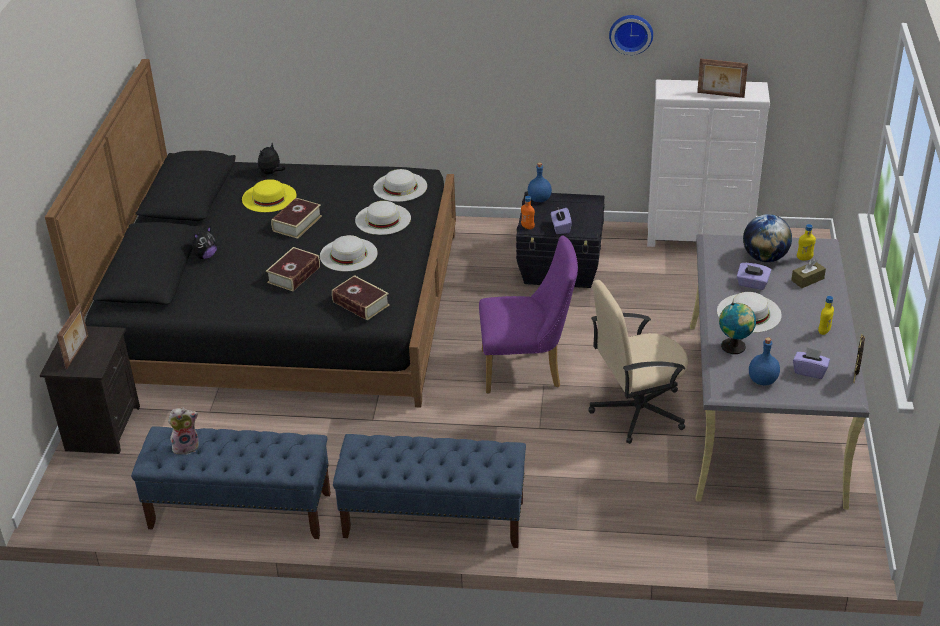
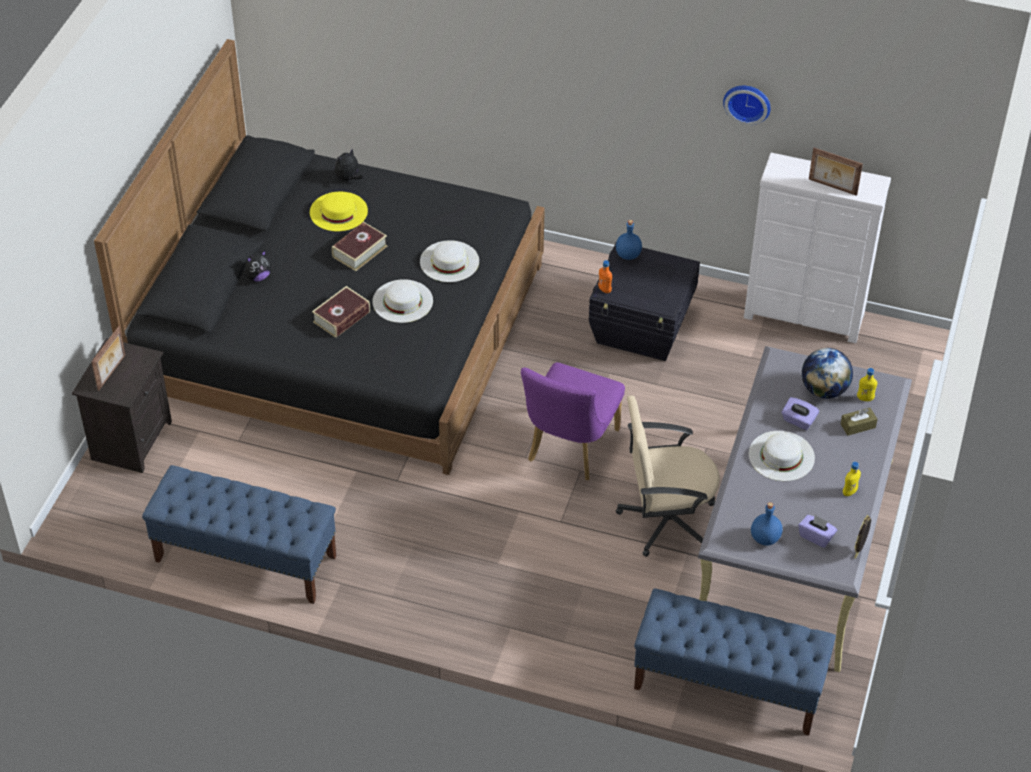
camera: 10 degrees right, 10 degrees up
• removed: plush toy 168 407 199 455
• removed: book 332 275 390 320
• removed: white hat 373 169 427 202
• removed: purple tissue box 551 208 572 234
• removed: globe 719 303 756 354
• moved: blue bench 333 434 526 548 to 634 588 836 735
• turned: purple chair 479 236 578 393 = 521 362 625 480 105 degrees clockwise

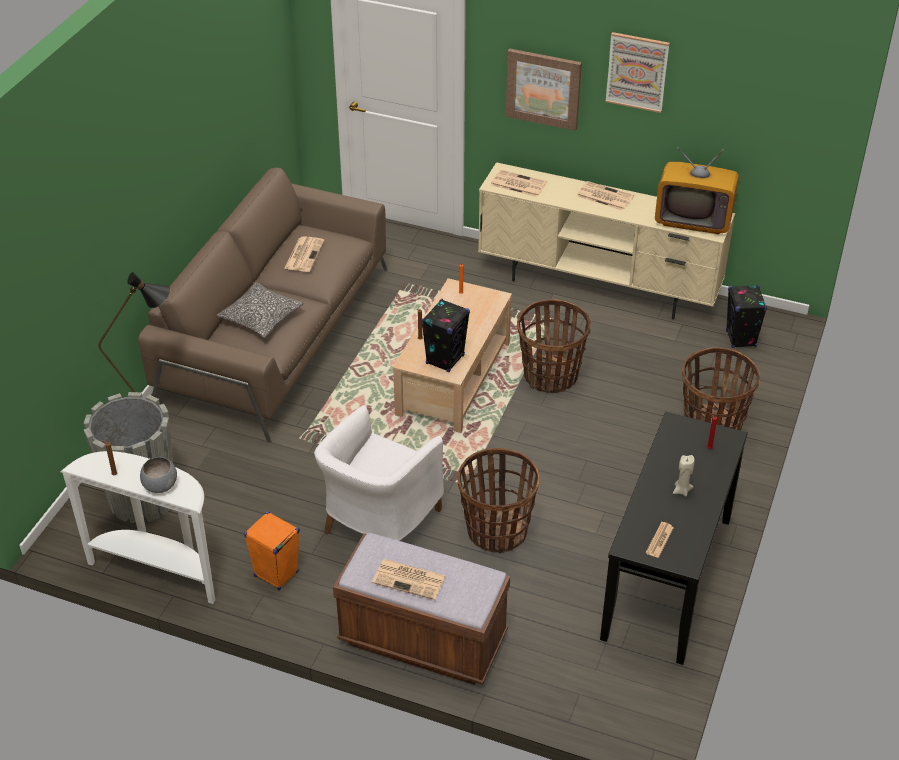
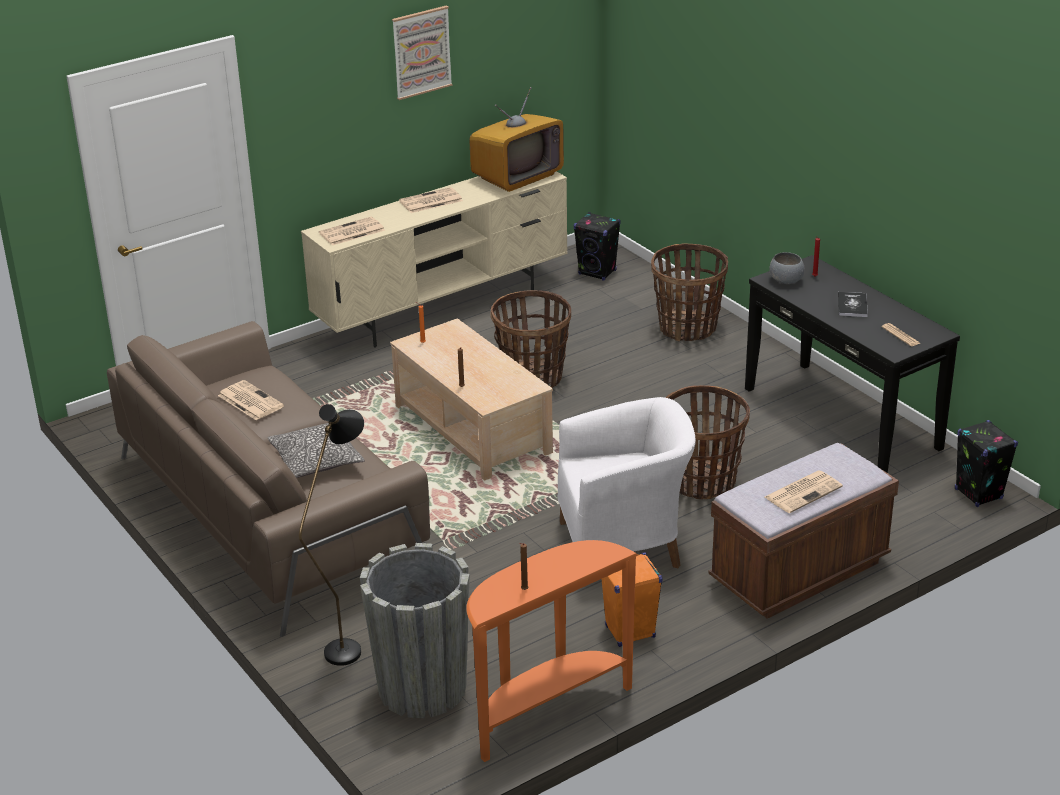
camera: 55 degrees left, 10 degrees down
• removed: picture 506 48 582 131
• moved: grey bowl 140 457 177 493 to 770 252 805 284
• moved: black speaker 421 299 470 372 to 955 420 1018 507
• replaced: beige candle 673 455 695 496 to book 838 292 868 317
• recoloured: white console table 60 451 215 604 to orange console table 466 540 638 762
• turned: white armchair 314 405 444 541 = 558 397 696 568 75 degrees counterclockwise

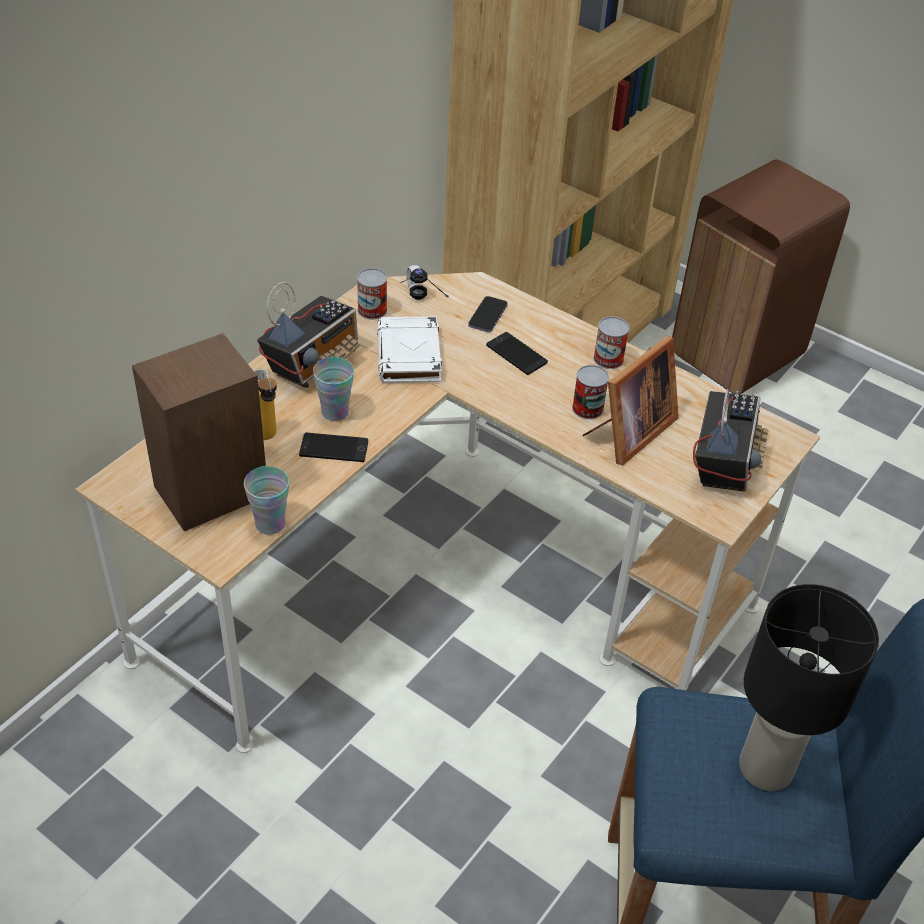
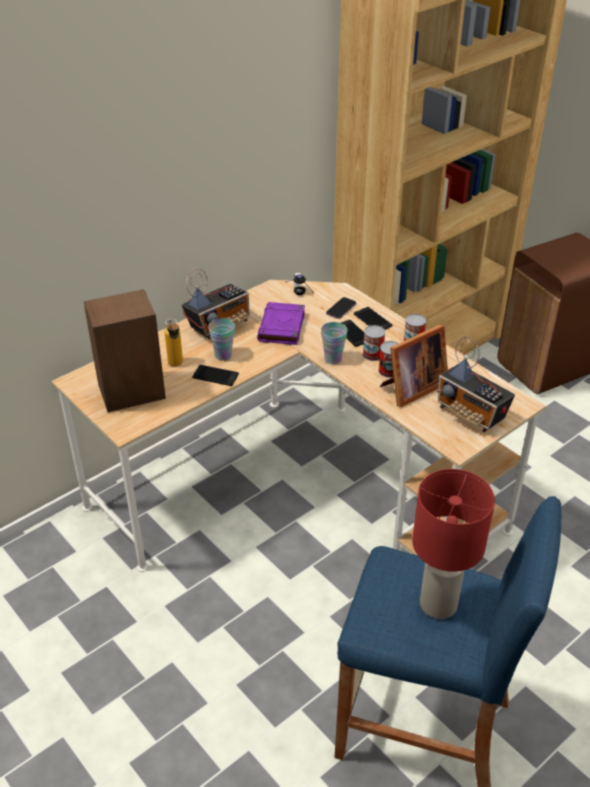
camera: 15 degrees right, 5 degrees down
• added: phone 354 307 392 330
• moved: cup 244 466 289 535 to 321 322 348 364
• moved: can 357 268 387 320 to 363 325 385 361
• recoloured: white book 377 316 442 383 to purple book 257 302 305 345
• recoloured: black table lamp 739 584 879 791 to red table lamp 412 469 495 619
• turned: radio 693 389 769 492 = 437 337 515 432 105 degrees clockwise

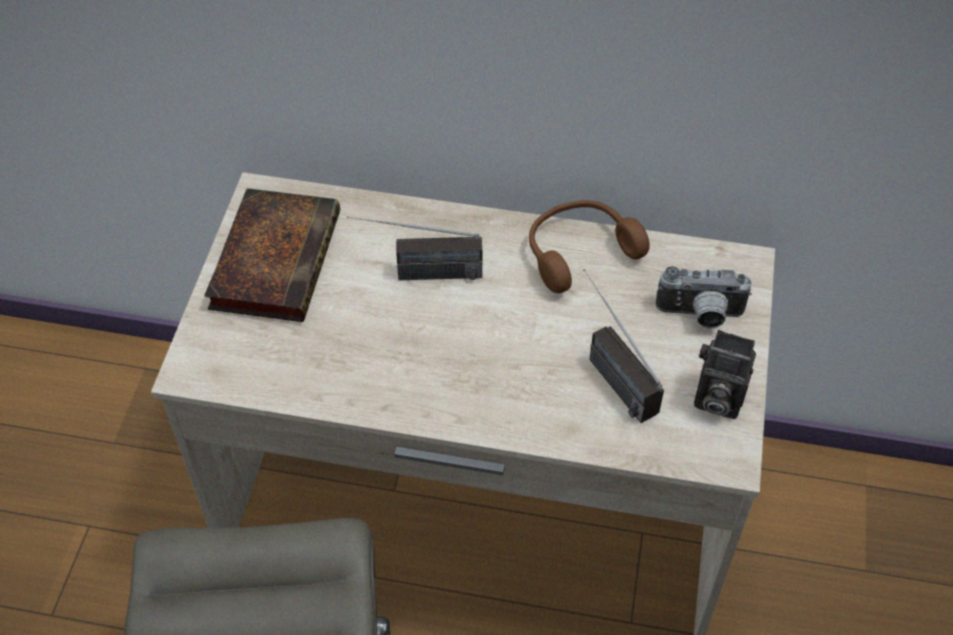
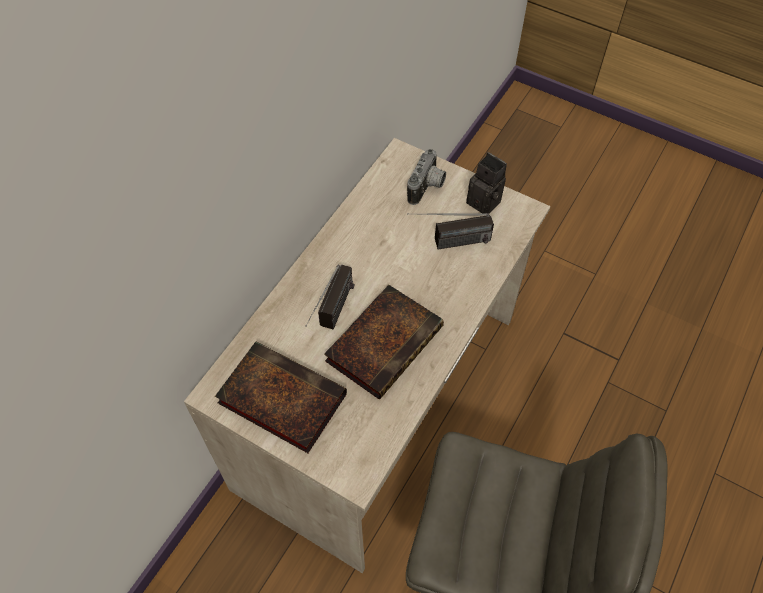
camera: 70 degrees left, 5 degrees up
• removed: brown headphones 529 200 650 293
• added: book 324 285 444 399
• turned: photo camera 694 330 756 419 = 466 152 507 214 90 degrees counterclockwise

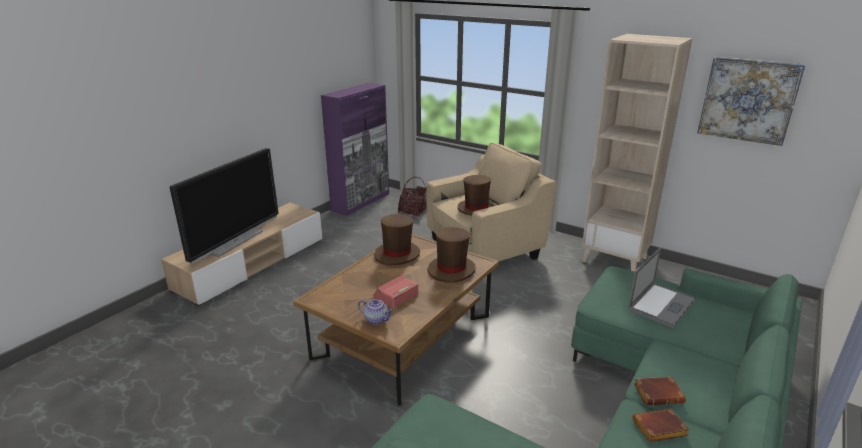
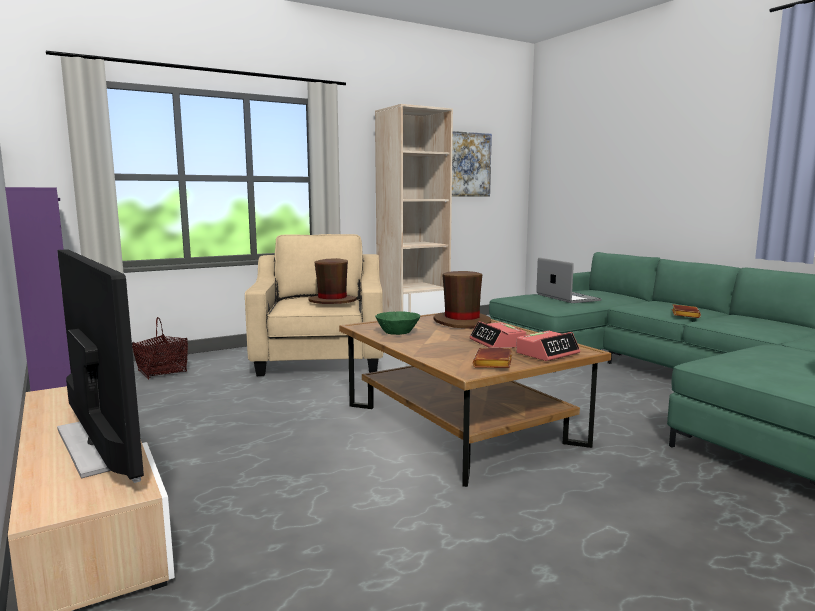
camera: 65 degrees left, 15 degrees down
• moved: brown book 632 408 690 442 to 473 347 512 368
• replaced: teapot 358 299 394 325 to alarm clock 516 331 580 361
• replaced: brown hat 374 214 420 266 to green bowl 375 311 420 335

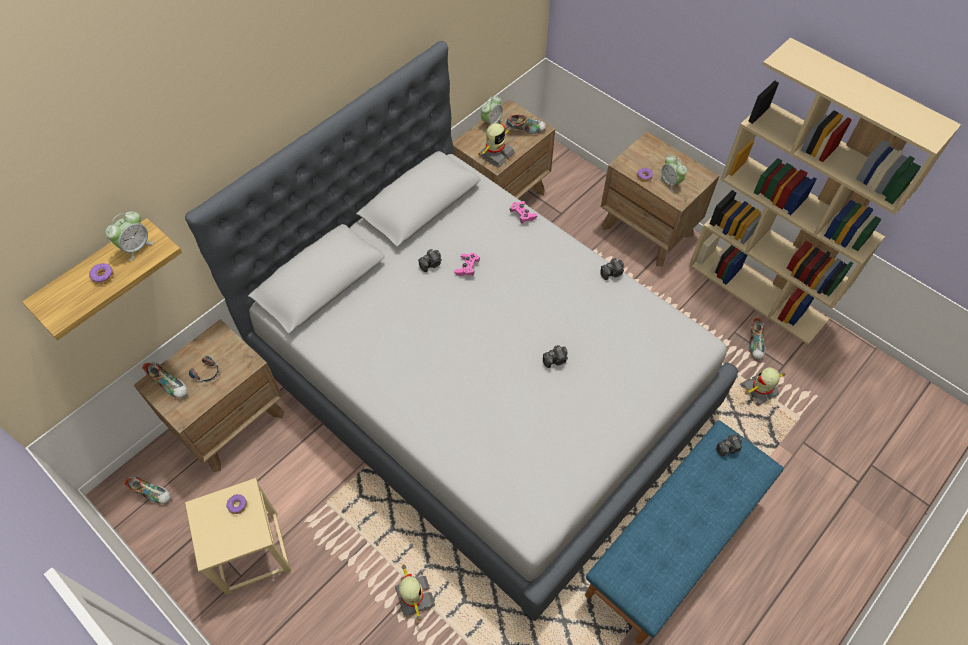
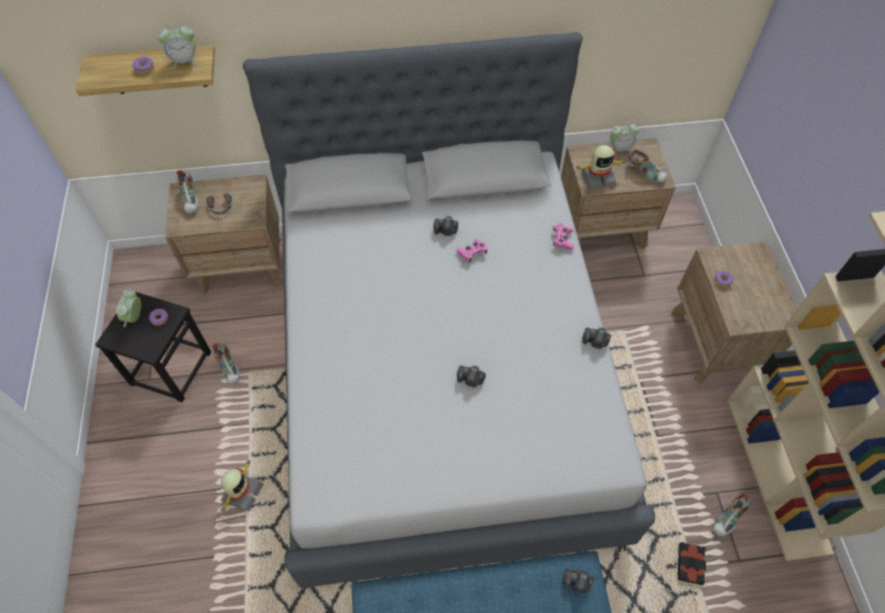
camera: 40 degrees right, 0 degrees up
• moved: shoe 124 476 171 504 to 212 343 240 384
• moved: alarm clock 659 156 687 192 to 115 289 141 327
• replaced: toy robot 740 367 786 406 to black book 678 542 706 585
• recoloured: beige stool 185 478 291 595 to black stool 95 292 211 402

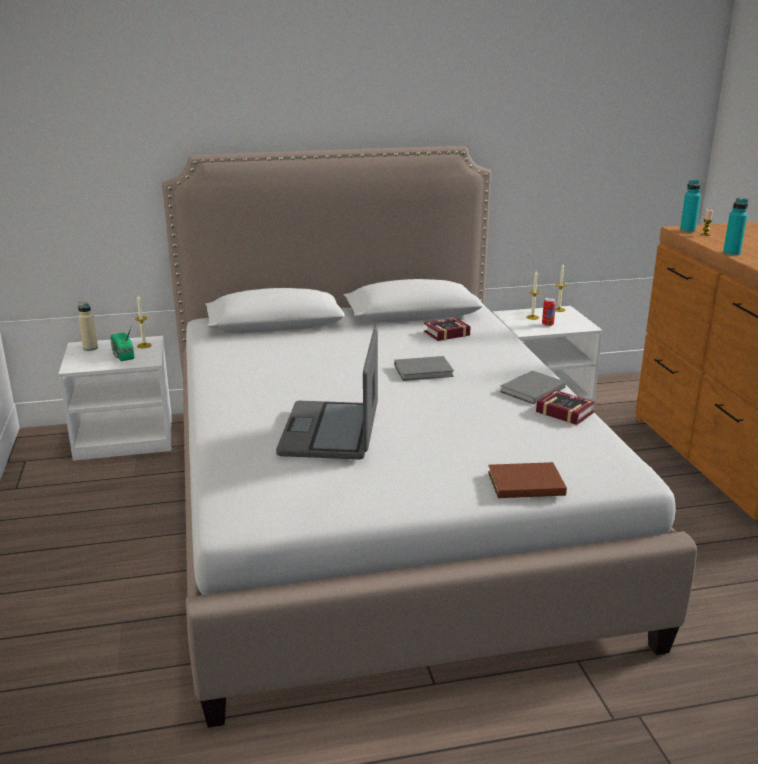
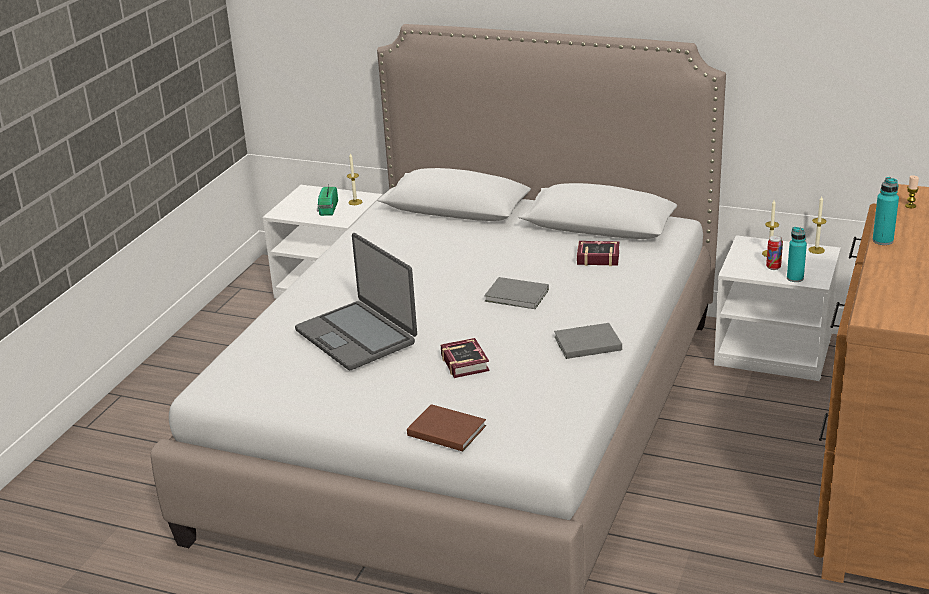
camera: 35 degrees right, 5 degrees up
• removed: beige bottle 78 302 98 351
• moved: book 536 390 595 425 to 441 338 489 378
• moved: turquoise bottle 680 180 701 232 to 787 227 807 282
• turned: laptop 276 329 378 459 = 295 233 417 370 75 degrees counterclockwise

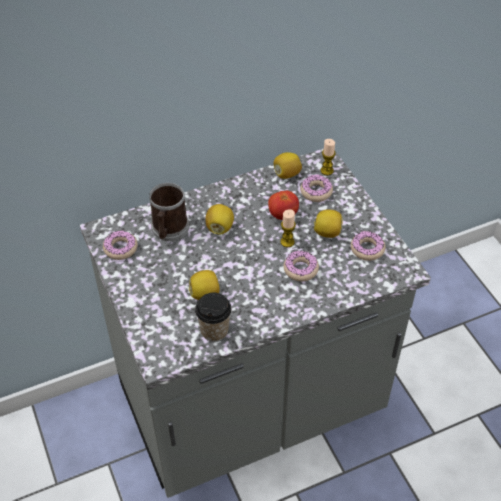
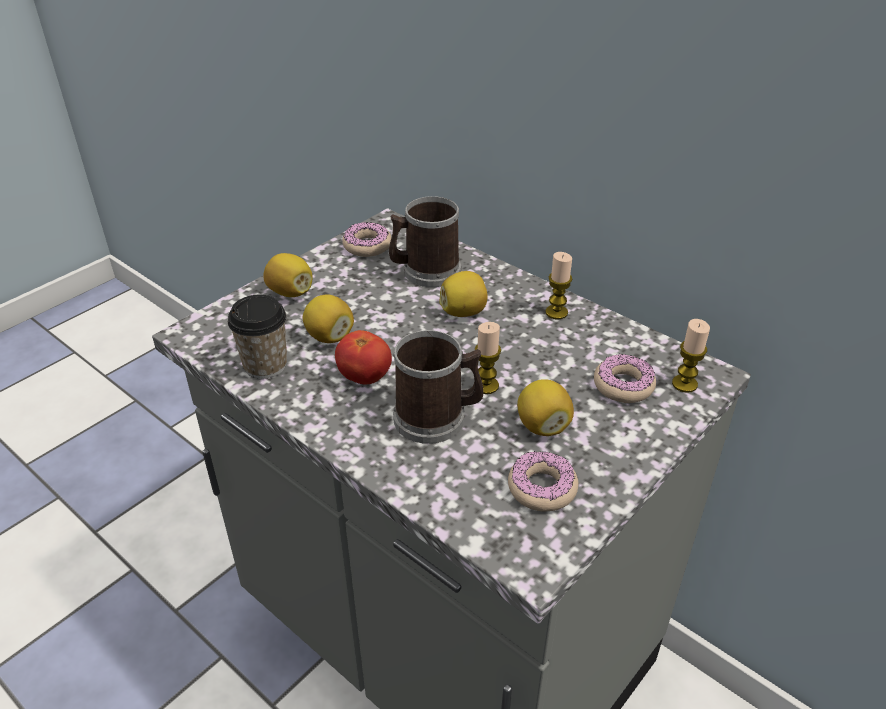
camera: 65 degrees right, 10 degrees down
• added: candle 545 252 572 319
• moved: tomato 268 191 299 220 to 335 330 392 384
• moved: lemon 274 152 302 179 to 263 253 313 297
• replaced: donut 283 250 319 281 to mug 393 330 484 444

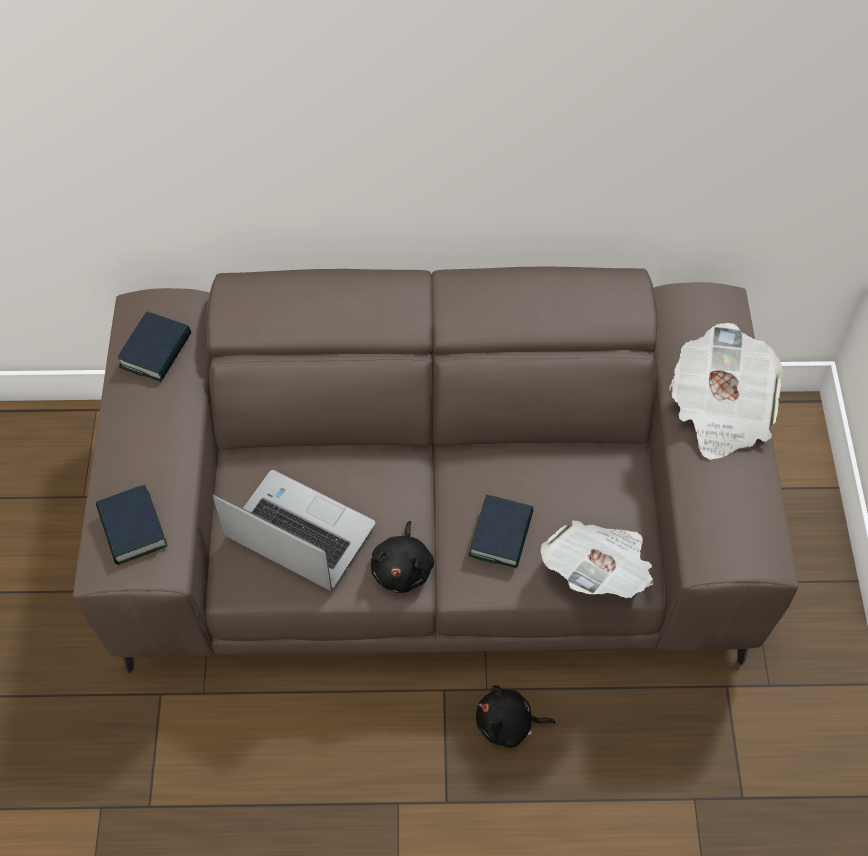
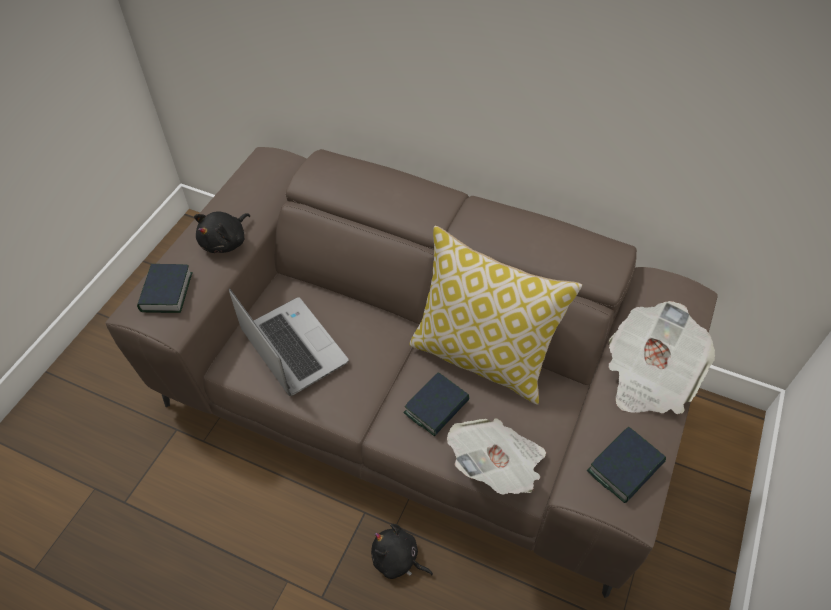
camera: 25 degrees right, 5 degrees down
• added: pillow 409 226 582 405
• moved: book 117 312 191 382 to 587 427 666 503
• moved: black plush toy 371 521 434 593 to 194 211 250 253

